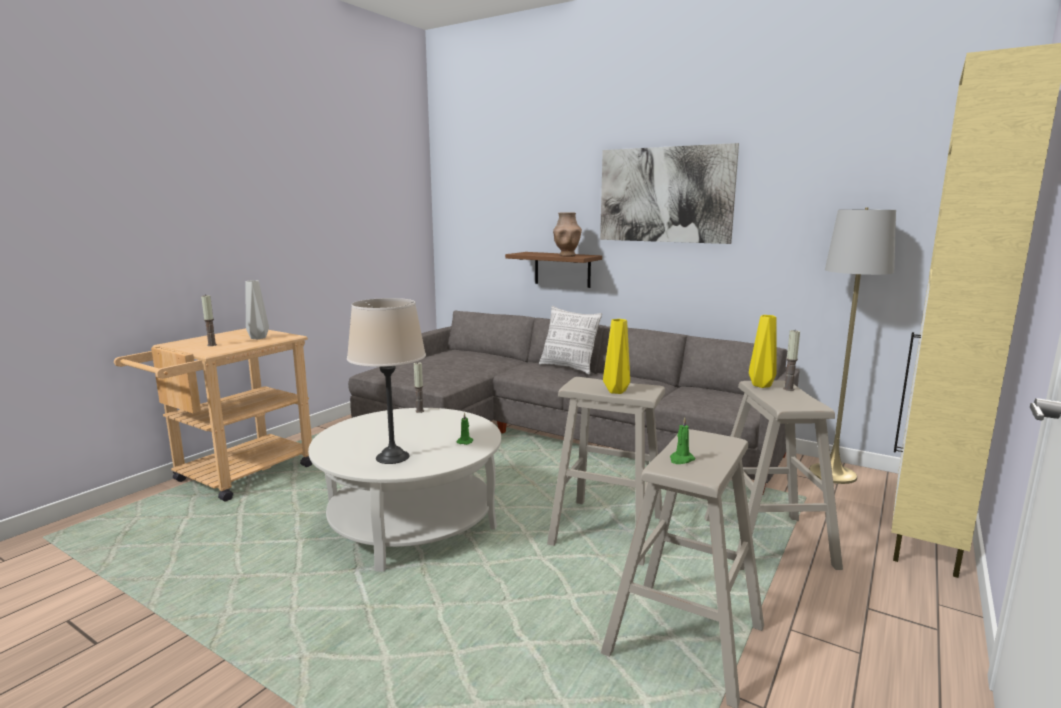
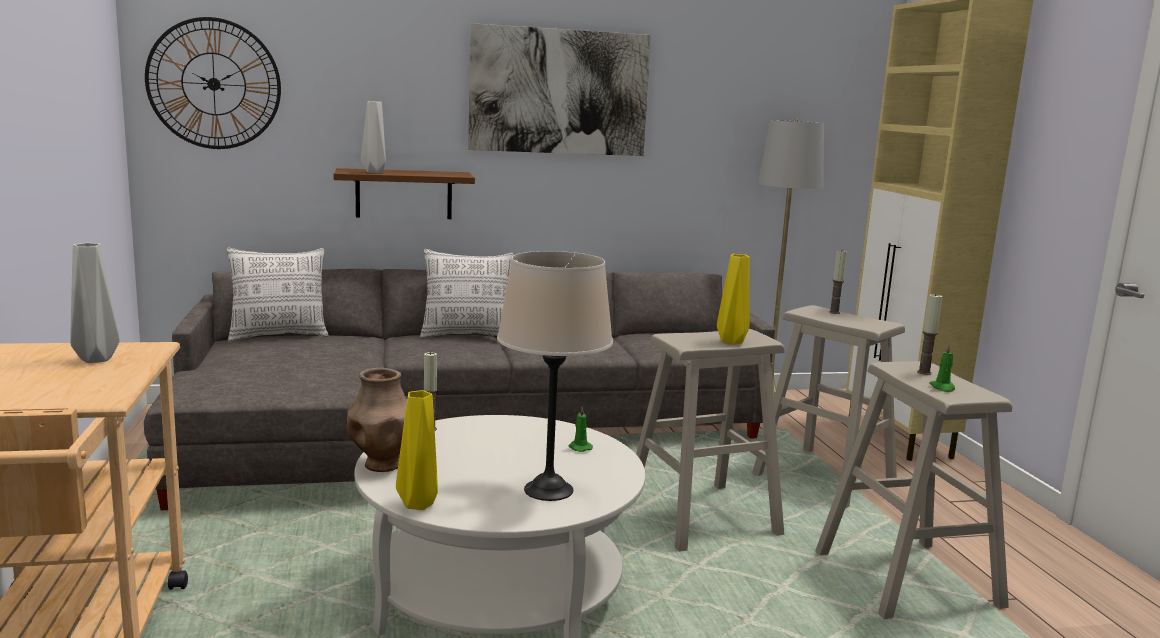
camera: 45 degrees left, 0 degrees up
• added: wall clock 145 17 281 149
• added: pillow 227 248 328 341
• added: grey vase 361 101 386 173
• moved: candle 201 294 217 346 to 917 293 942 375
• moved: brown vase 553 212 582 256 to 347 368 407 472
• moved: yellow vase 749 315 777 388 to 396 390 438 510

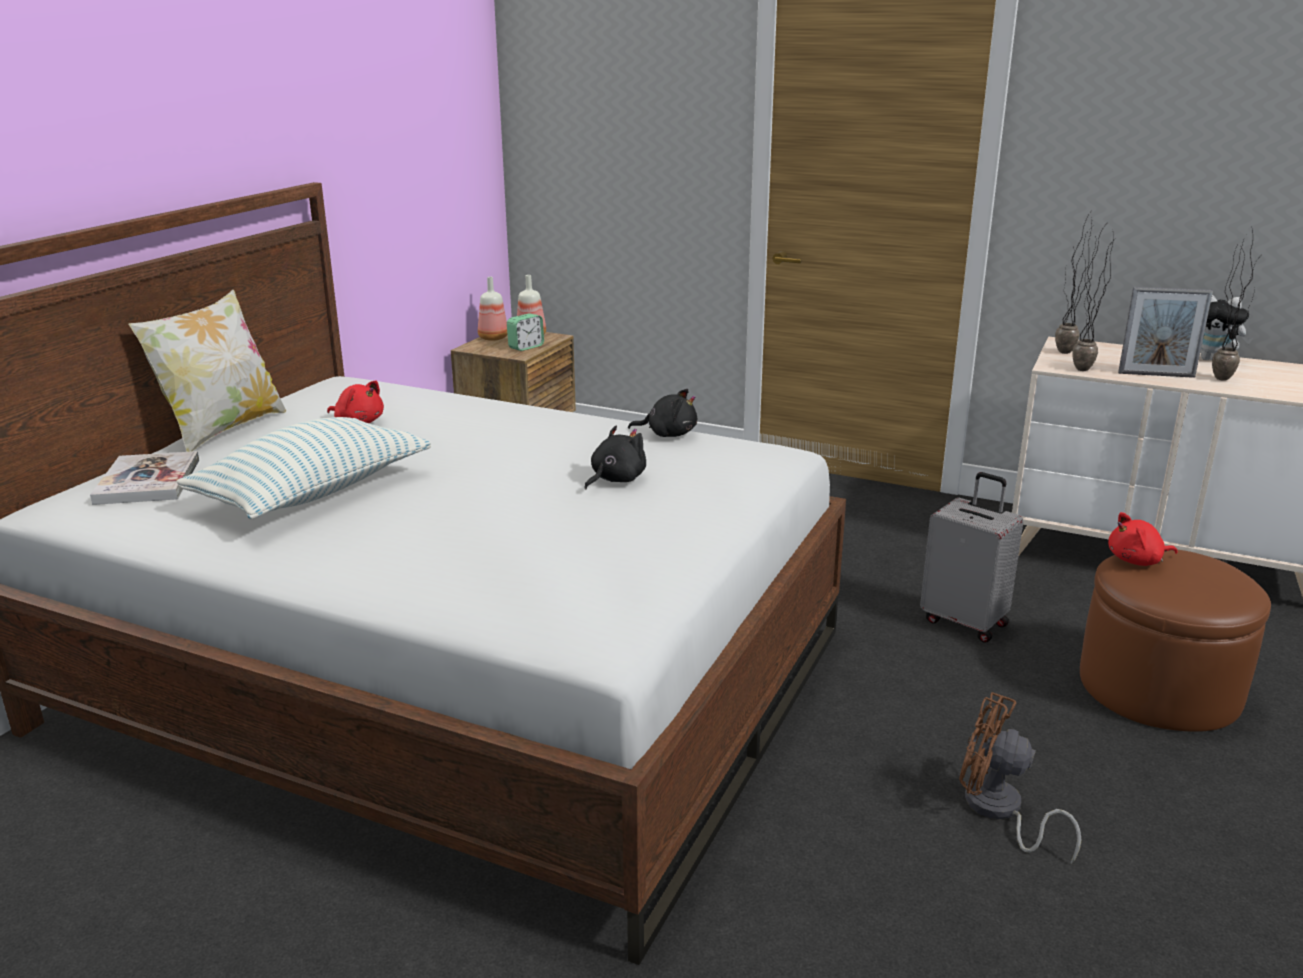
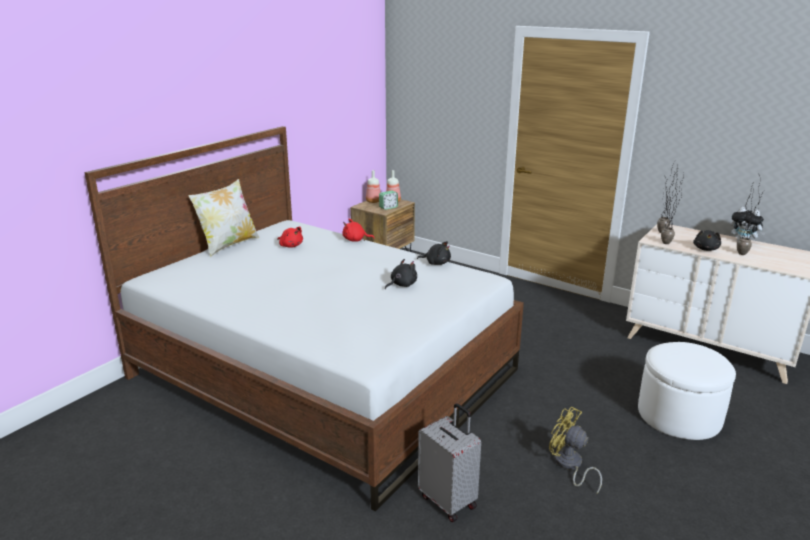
camera: 10 degrees right, 0 degrees up
• removed: book 90 451 200 505
• removed: pillow 176 417 431 519
• moved: grey suitcase 920 472 1024 643 to 418 403 481 522
• moved: red plush toy 1108 512 1178 566 to 342 219 375 242
• replaced: picture frame 1118 287 1213 378 to black plush toy 693 230 721 251
• recoloured: brown fan 959 692 1081 864 to yellow fan 549 407 602 495
• recoloured: brown ottoman 1080 550 1271 732 to white ottoman 638 342 736 440

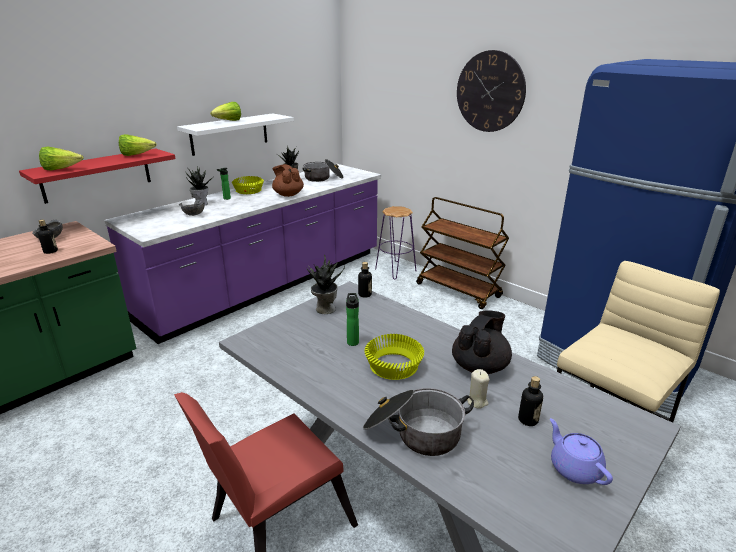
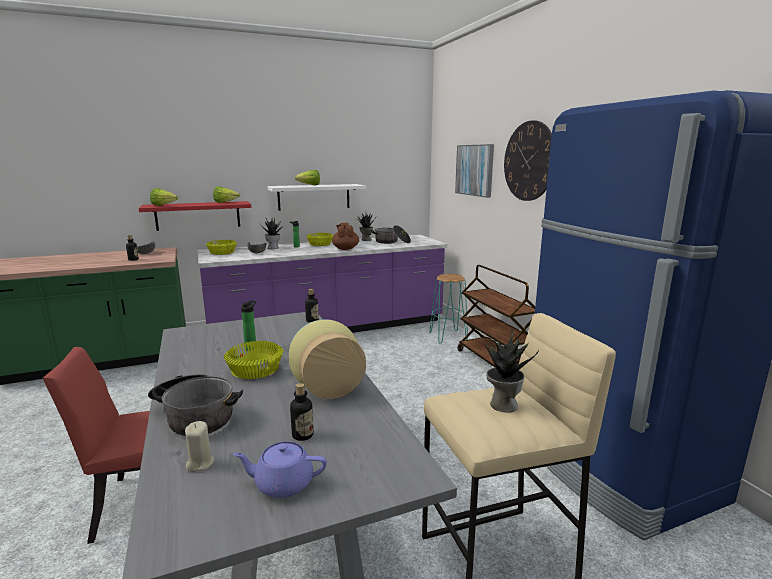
camera: 25 degrees right, 10 degrees down
• added: yellow bowl 206 240 237 255
• added: picture 455 144 494 198
• moved: potted plant 307 254 345 314 to 484 330 539 413
• moved: beige candle 467 369 490 408 to 185 421 214 472
• replaced: black teapot 452 311 512 374 to vase 289 319 366 399
• recoloured: purple stool 375 206 416 279 to turquoise stool 429 274 468 344
• turned: purple teapot 550 418 613 485 = 233 441 327 498 90 degrees counterclockwise

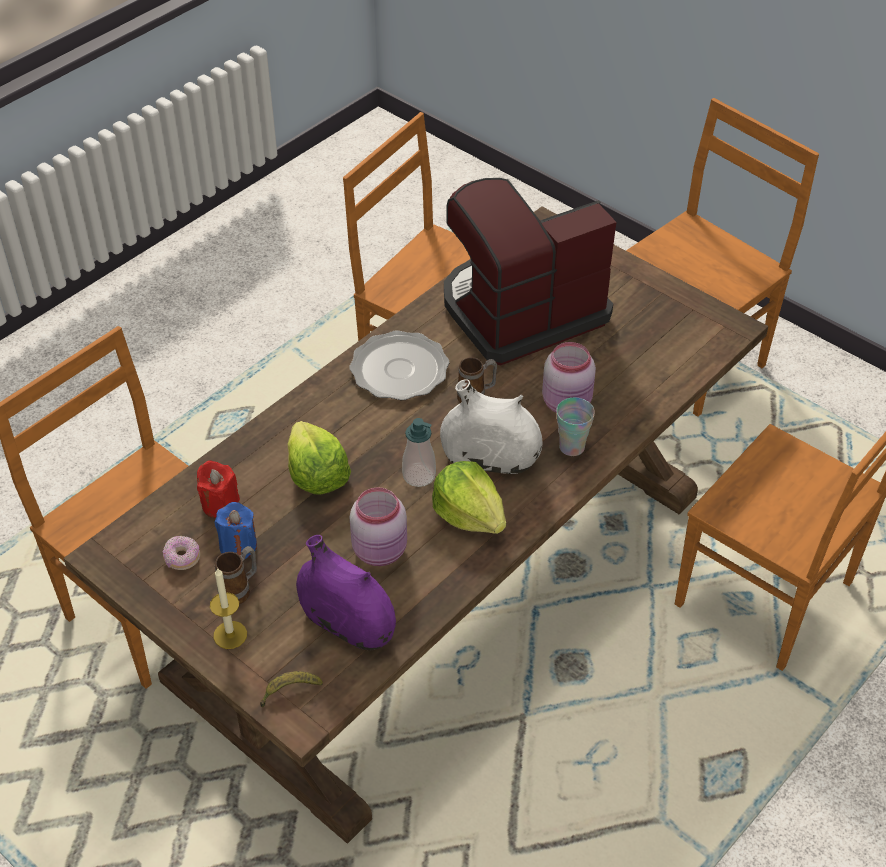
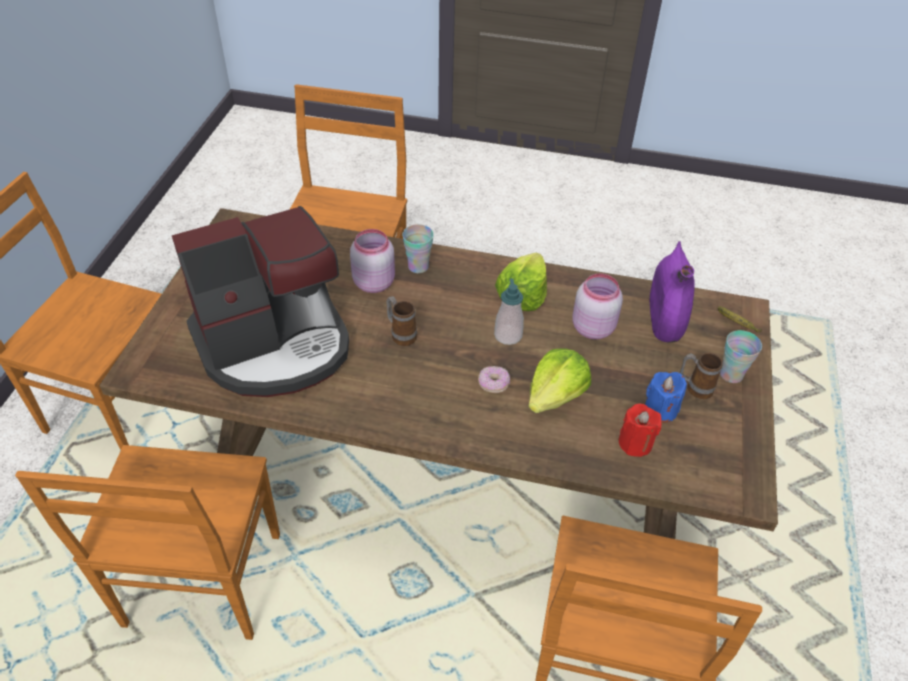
camera: 120 degrees left, 0 degrees up
• removed: plate 349 330 449 400
• removed: white vase 440 379 542 474
• moved: donut 163 536 200 570 to 478 366 510 393
• replaced: candle 210 568 247 649 to cup 720 330 762 383
• turned: coffee machine 444 178 616 365 = 172 206 349 397 60 degrees counterclockwise

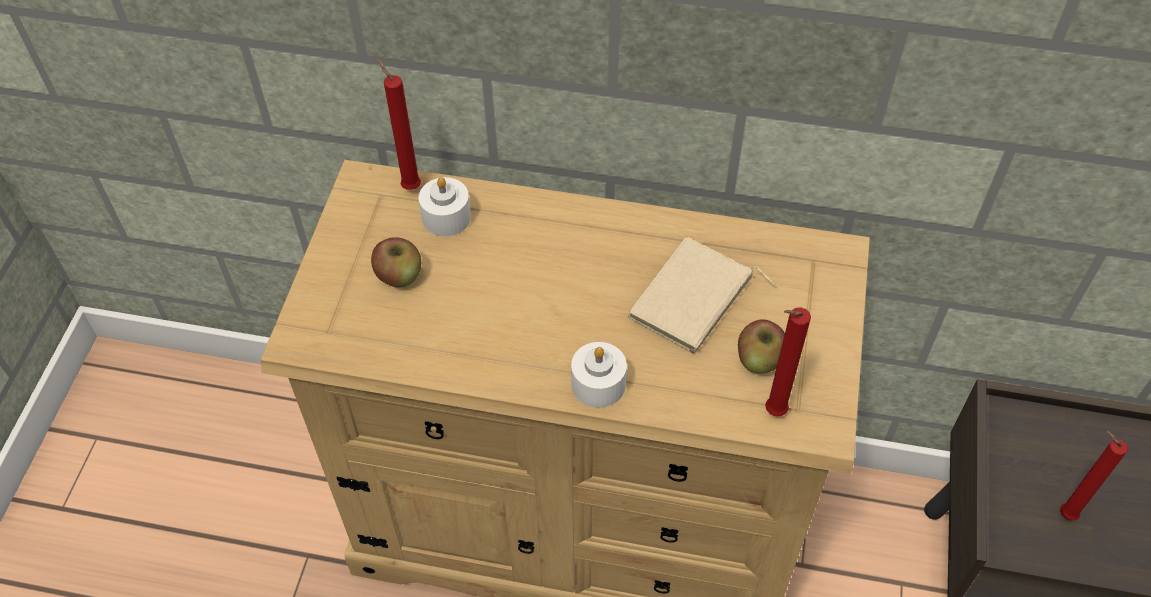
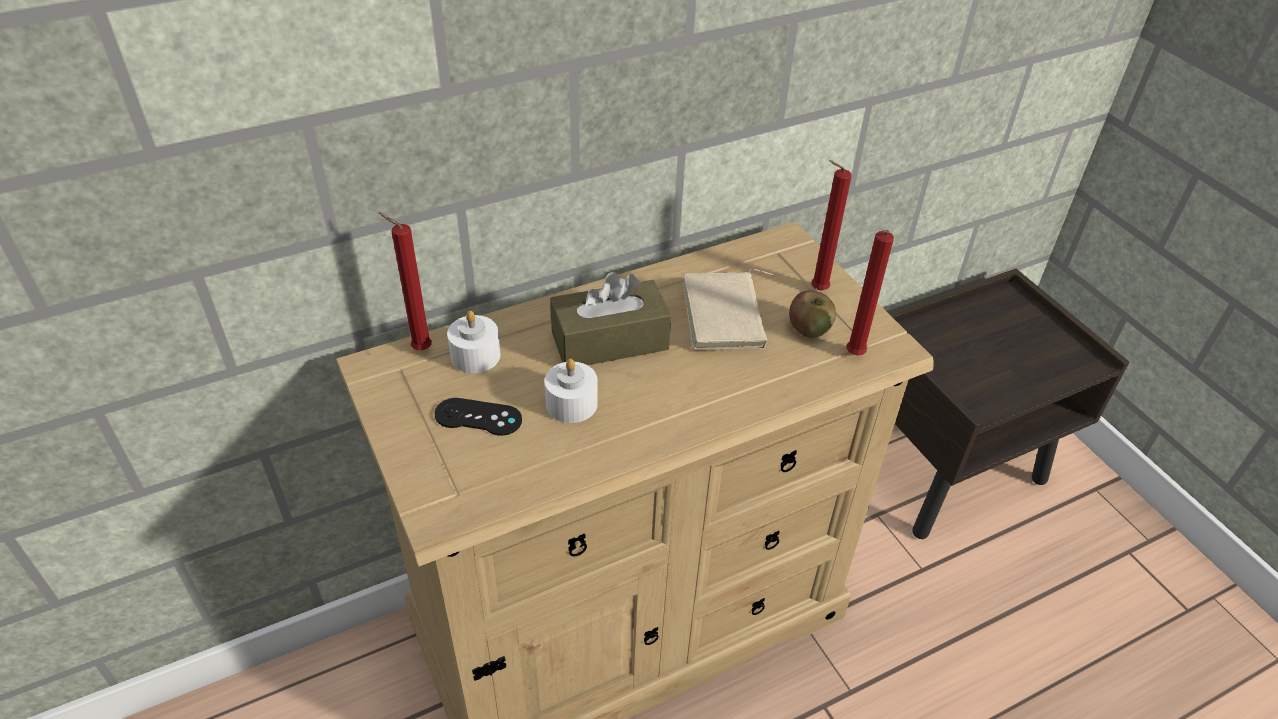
camera: 40 degrees left, 10 degrees down
• added: brown tissue box 550 272 671 365
• moved: white candle 571 342 627 408 to 545 358 598 423
• moved: red candle 1060 431 1128 521 to 811 160 852 290
• replaced: apple 371 237 421 287 to black game controller 435 398 522 436

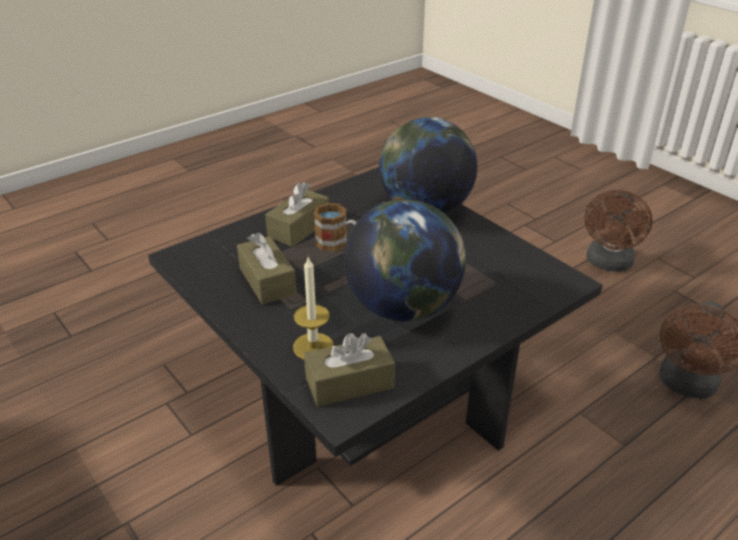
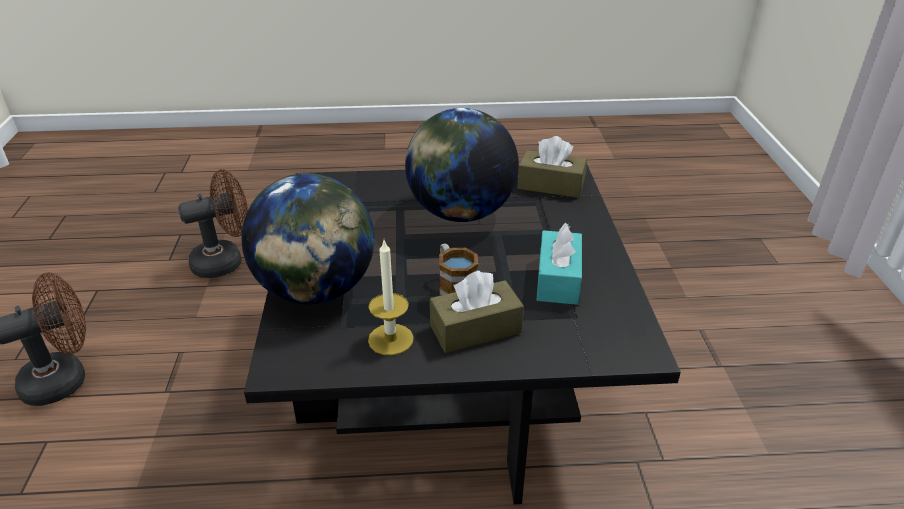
camera: 145 degrees left, 0 degrees up
• moved: candle 293 257 334 360 to 368 241 414 356
• recoloured: brown tissue box 237 233 297 304 to turquoise tissue box 537 223 582 305

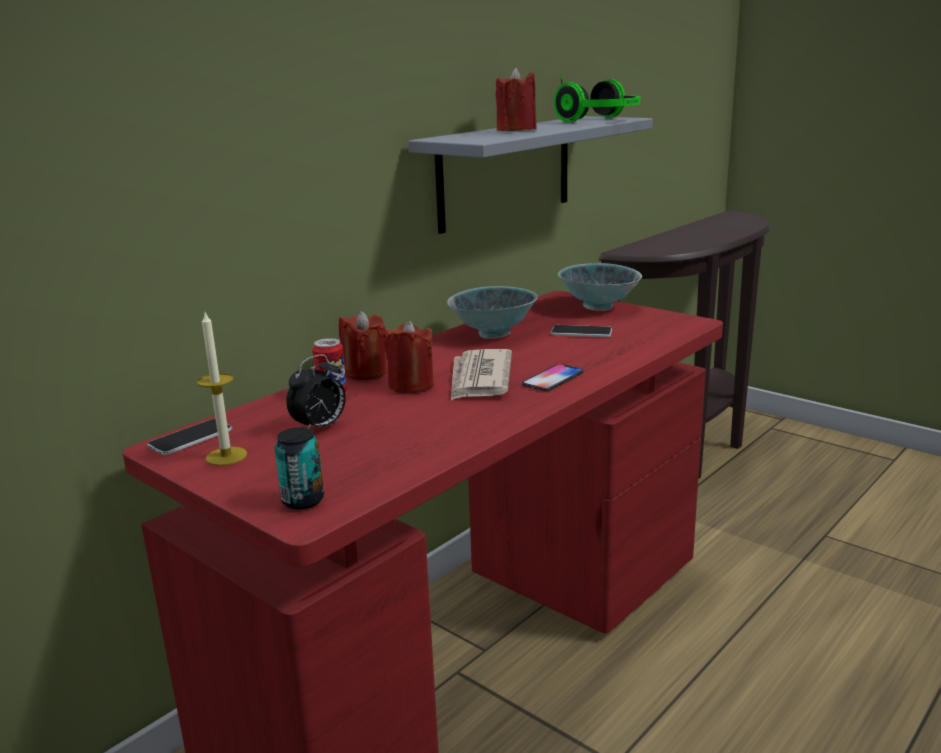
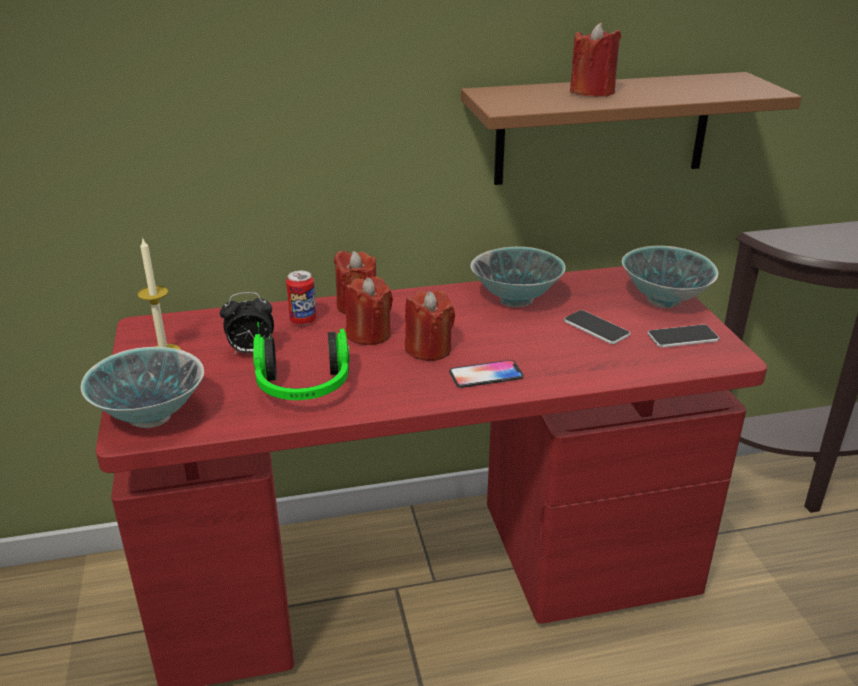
camera: 35 degrees right, 10 degrees up
• moved: phone 147 419 232 455 to 648 324 719 348
• moved: headphones 554 74 640 122 to 253 322 350 400
• replaced: can 274 427 324 510 to bowl 81 347 204 428
• replaced: newspaper 451 349 512 400 to red candle 405 291 455 361
• recoloured: grey shelf 408 116 653 234 to brown shelf 461 72 802 185

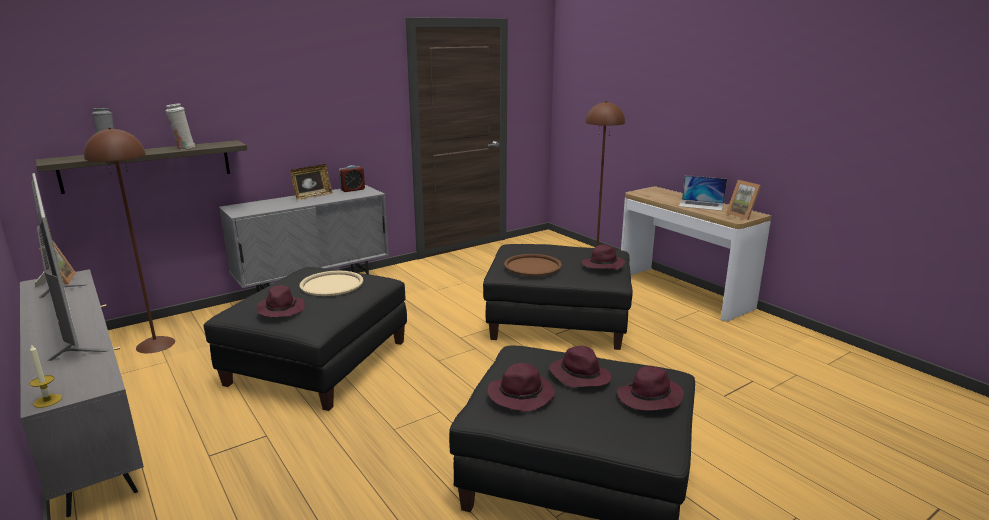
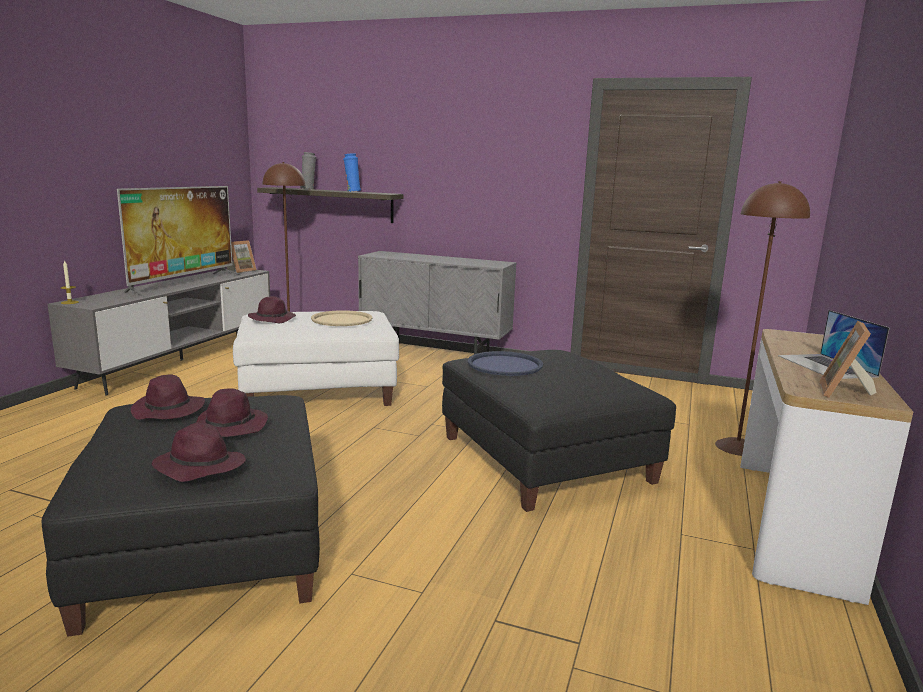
camera: 55 degrees right, 5 degrees down
• removed: picture frame 290 164 333 200
• removed: alarm clock 339 165 365 192
• removed: purple hat 582 245 625 270
• recoloured: white vase 166 103 195 149 to blue vase 343 153 361 192
• recoloured: black ottoman 204 267 407 411 to white ottoman 233 311 399 406
• recoloured: brown tray 504 254 562 276 to blue tray 468 351 543 376

